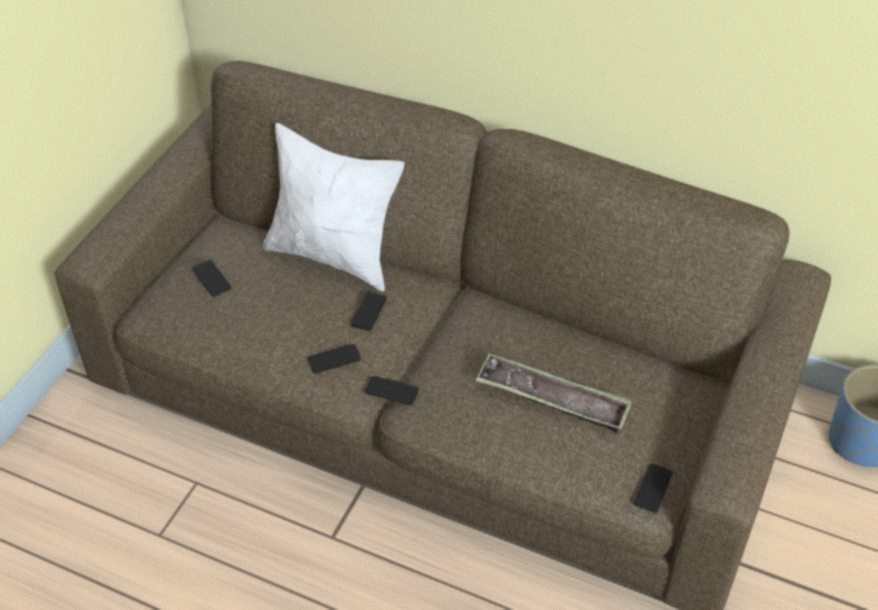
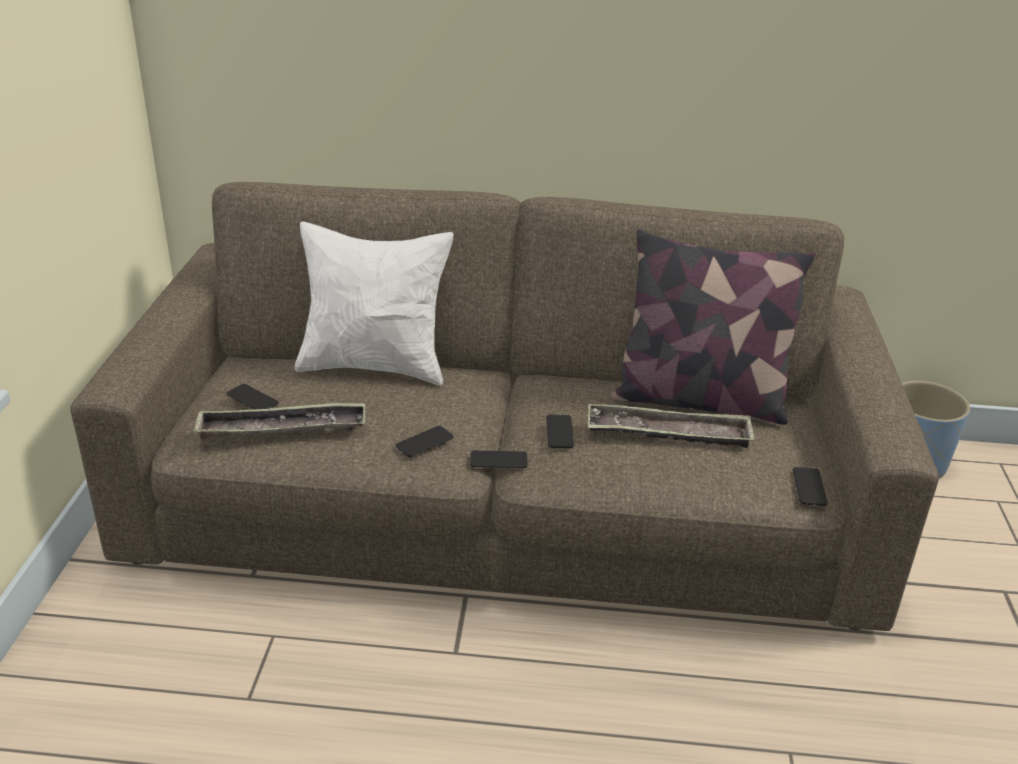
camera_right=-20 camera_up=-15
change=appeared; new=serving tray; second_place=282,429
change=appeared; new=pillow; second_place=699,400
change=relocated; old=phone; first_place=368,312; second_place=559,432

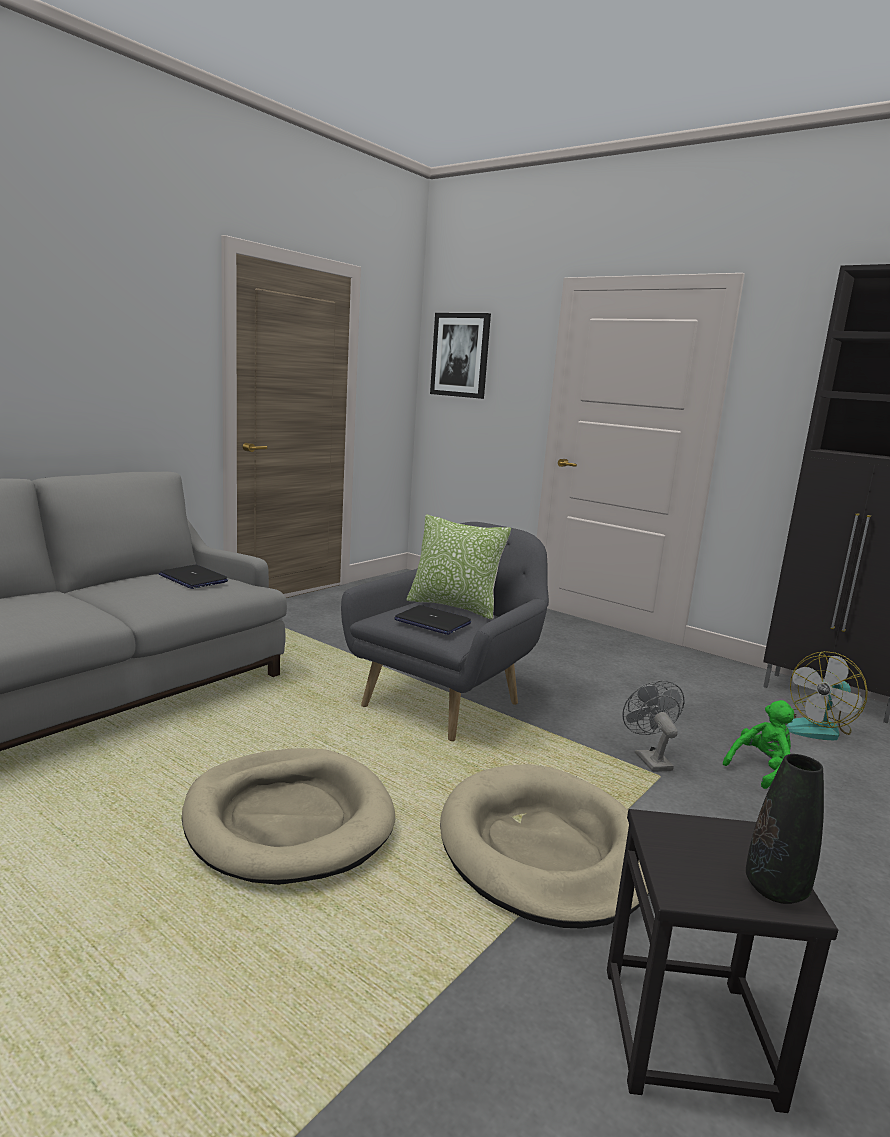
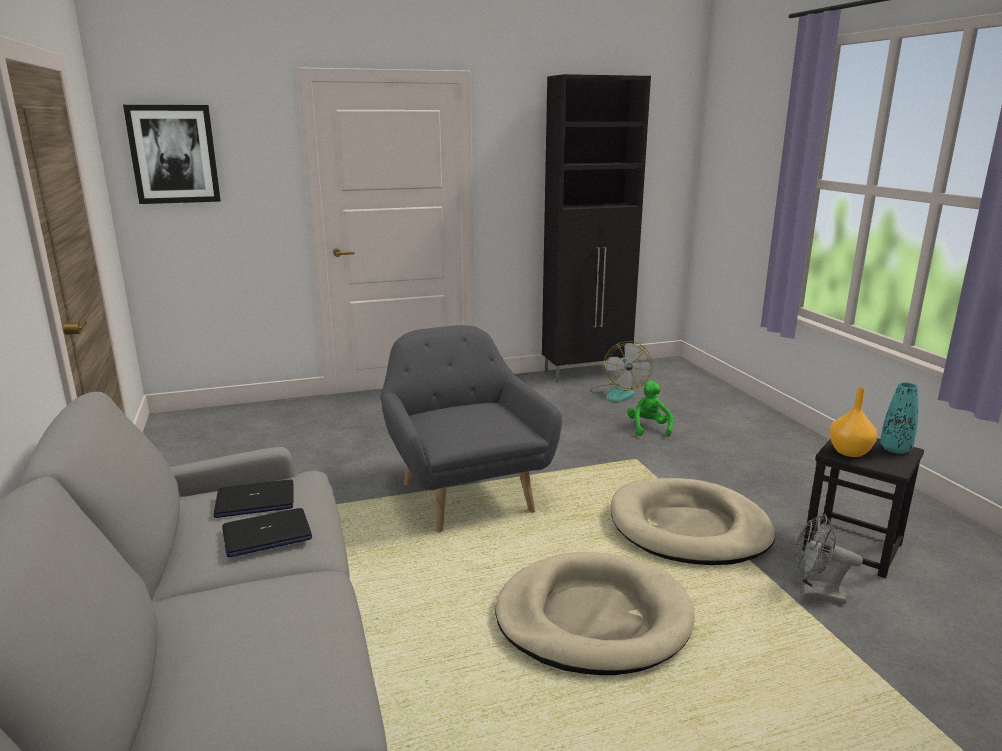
camera_right=-55 camera_up=5
change=missing; old=pillow; first_place=454,606
change=appeared; new=orange-coloured decorative vase; second_place=848,452
change=relocated; old=portable computer; first_place=432,622; second_place=266,534
change=relocated; old=greyish cooling fan; first_place=649,758; second_place=816,593
change=colour; old=black decorative vase; new=turquoise-coloured decorative vase; first_place=775,889; second_place=895,449

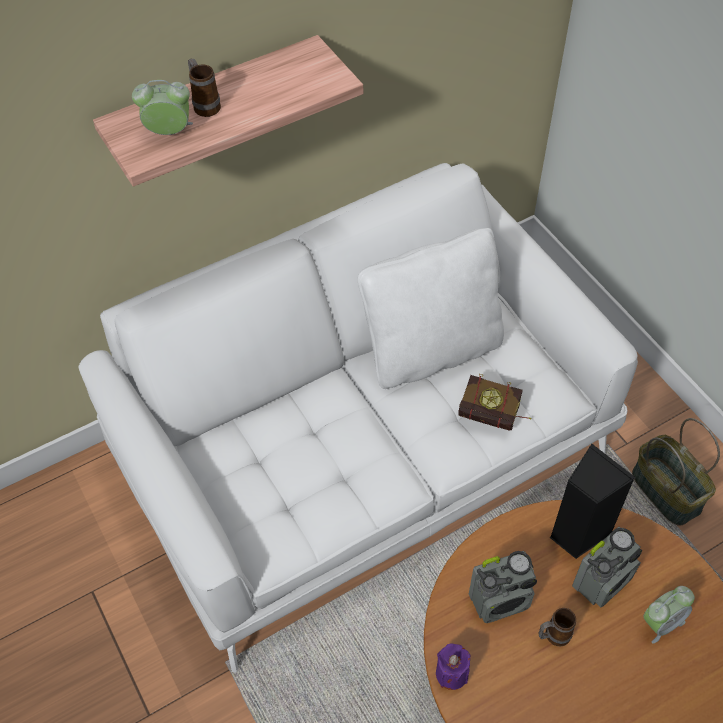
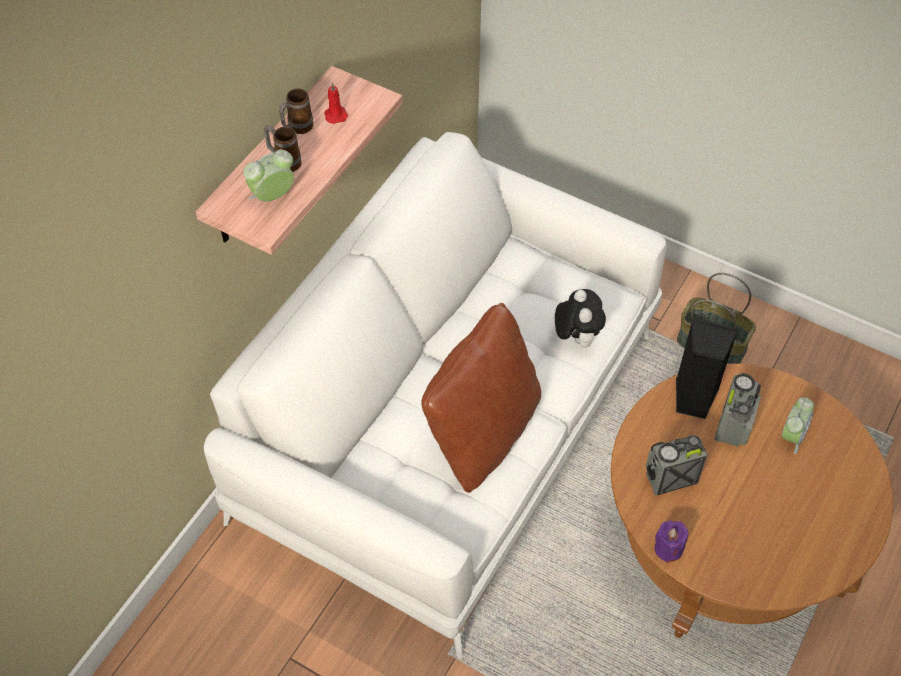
camera_right=-30 camera_up=0
change=missing; old=white pillow; first_place=431,350
change=appeared; new=reddish candle; second_place=335,114
change=appeared; new=brownish pillow; second_place=483,434
change=relocated; old=tea mug; first_place=553,636; second_place=297,129
change=exchanged; old=volume; new=cuddly toy; first_place=495,417; second_place=576,337
change=spun; old=radio set; first_place=500,600; second_place=669,477; degrees=-150

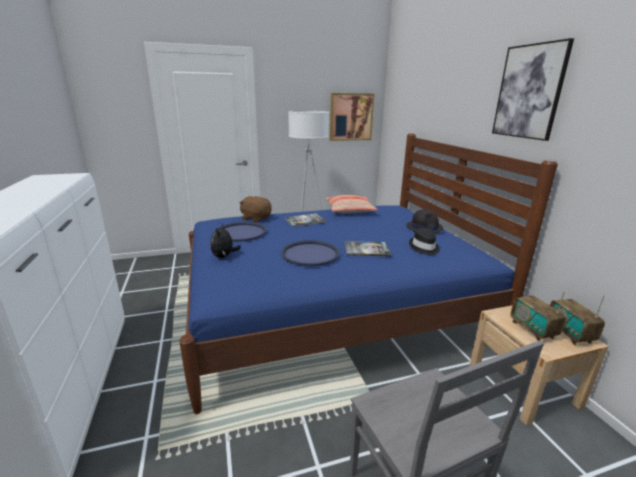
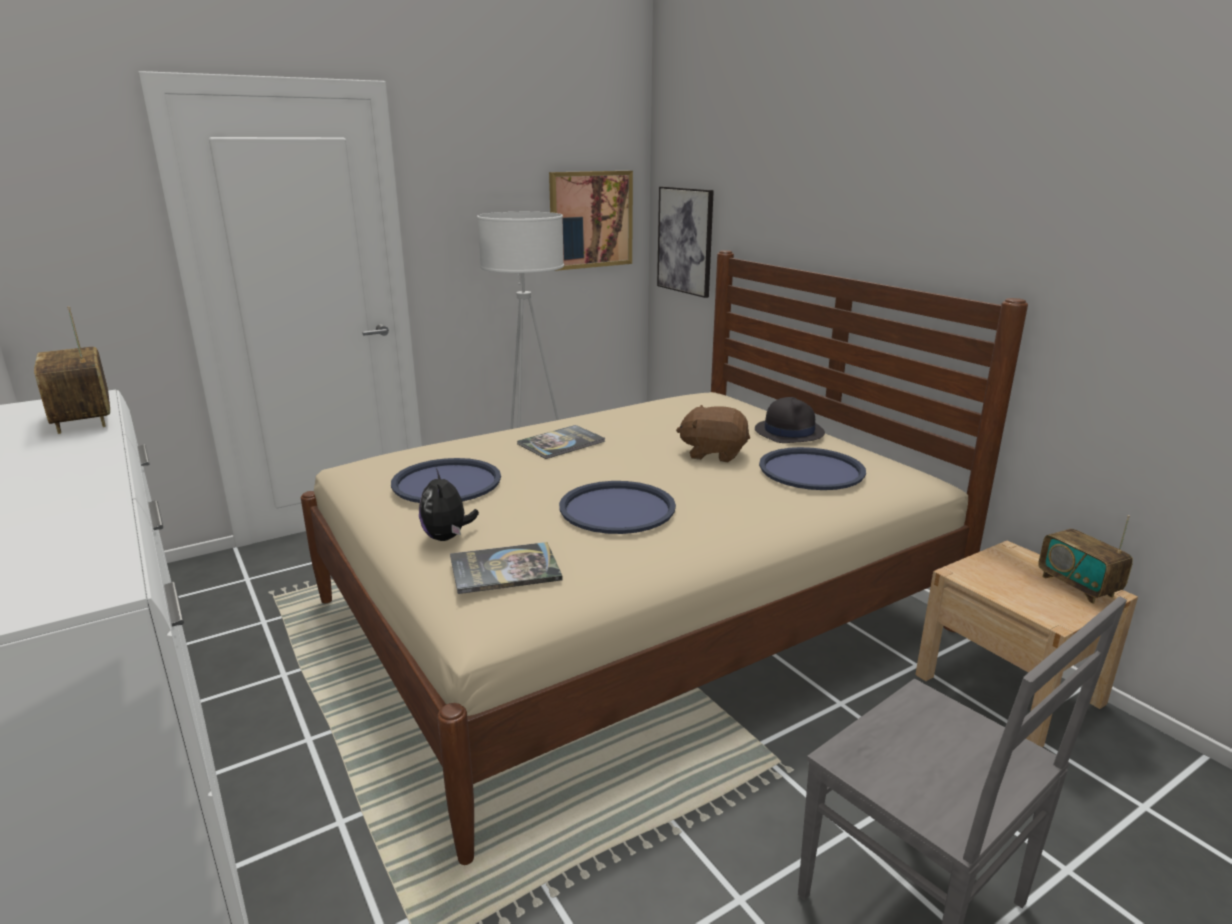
camera_right=-15 camera_up=0
change=missing; old=pillow; first_place=350,210
change=relocated; old=brownish cuddly toy; first_place=256,218; second_place=713,453
change=relocated; old=volume; first_place=366,249; second_place=505,569
change=relocated; old=wall picture; first_place=529,92; second_place=685,240
change=relocated; old=radio set; first_place=532,330; second_place=83,419
change=exchanged; old=black wearable hat; new=blue serving tray; first_place=424,247; second_place=811,470
change=colour; old=blue sleeping bed; new=beige sleeping bed; first_place=330,309; second_place=631,614

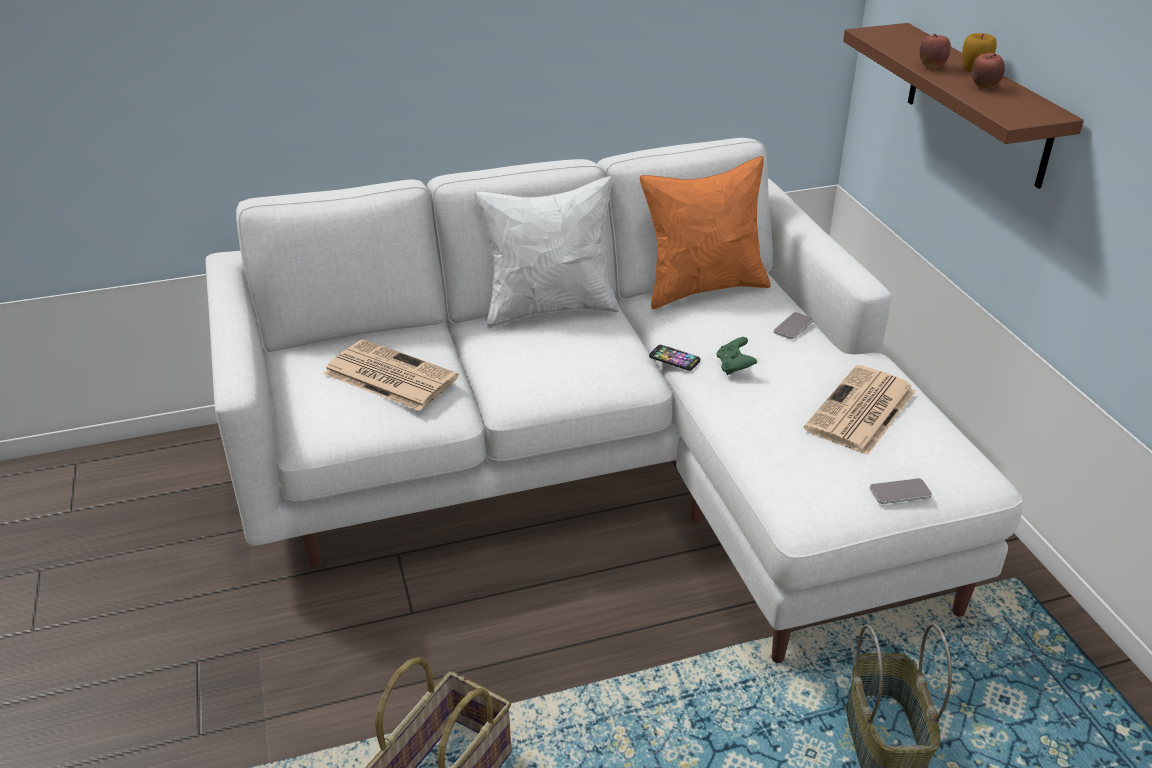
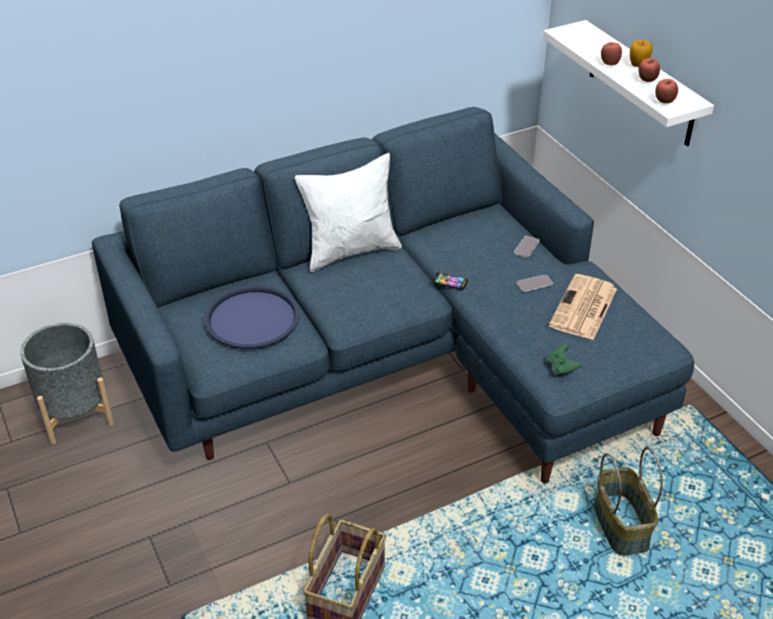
camera_right=-10 camera_up=5
change=missing; old=orange-coloured pillow; first_place=703,288
change=appeared; new=greyish plant pot; second_place=75,414
change=appeared; new=apple; second_place=664,101
change=relocated; old=green joypad; first_place=734,367; second_place=561,368
change=relocated; old=phone; first_place=900,492; second_place=534,284
change=exchanged; old=printed paper; new=blue serving tray; first_place=388,376; second_place=252,318
change=colour; old=white settee; new=blue settee; first_place=599,471; second_place=395,362
change=colour; old=brownish wall shelf; new=white wall shelf; first_place=978,104; second_place=641,84

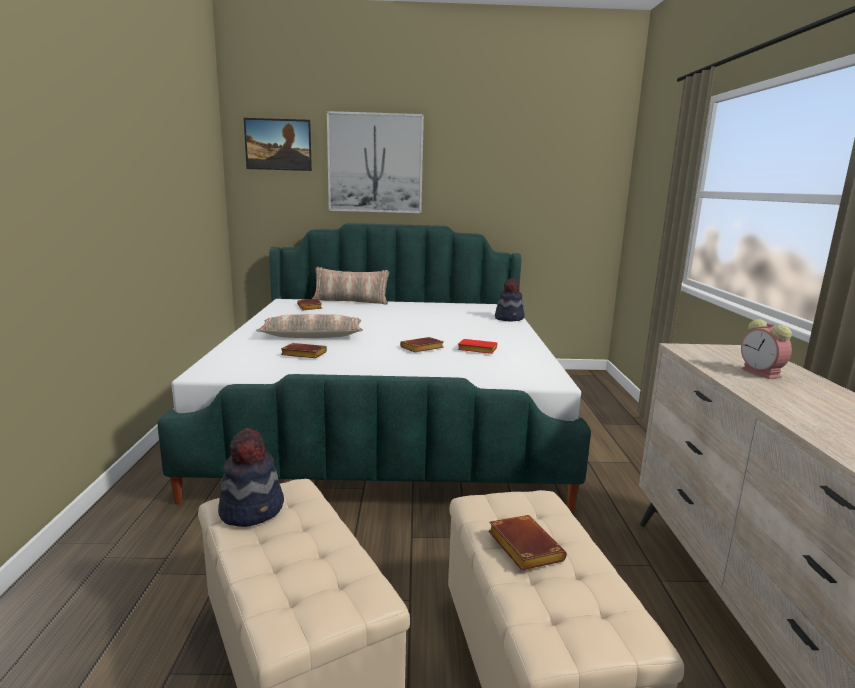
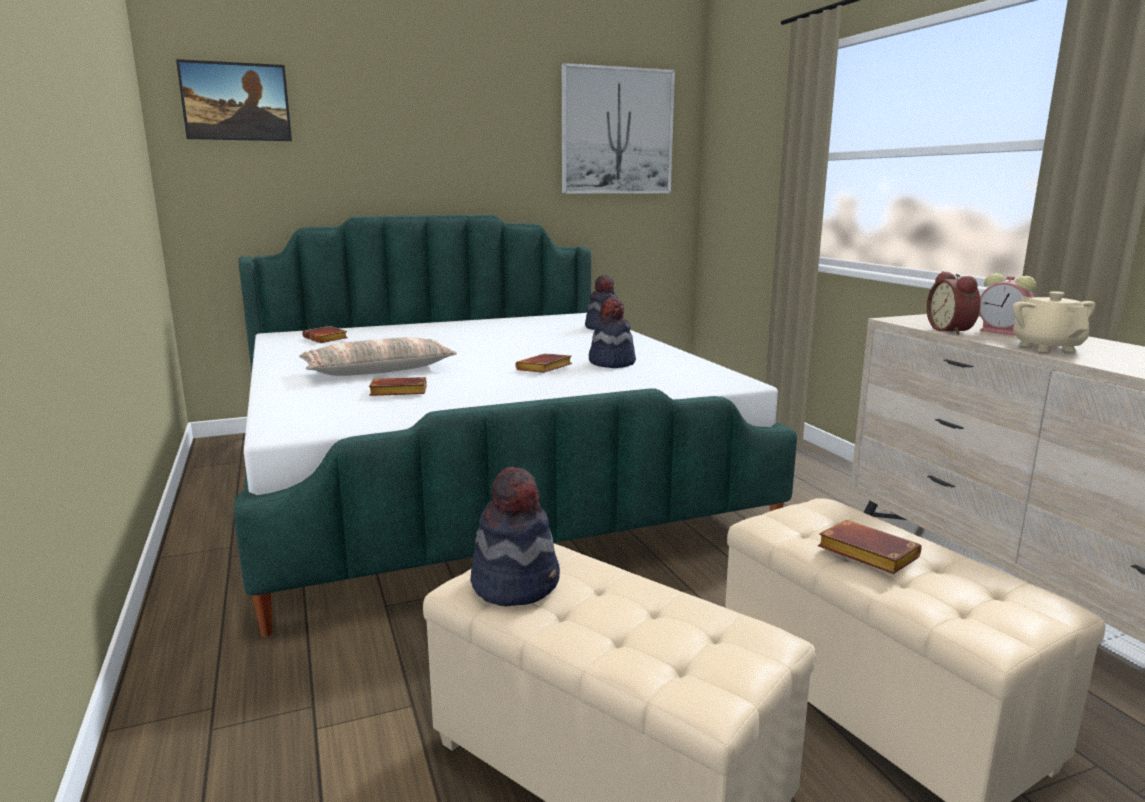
camera_right=-20 camera_up=0
change=missing; old=pillow; first_place=351,301
change=appeared; new=table clock; second_place=952,330
change=appeared; new=beige teapot; second_place=1046,347
change=relocated; old=wall picture; first_place=375,163; second_place=617,131
change=exchanged; old=reddish volume; new=wearable hat; first_place=476,350; second_place=611,363

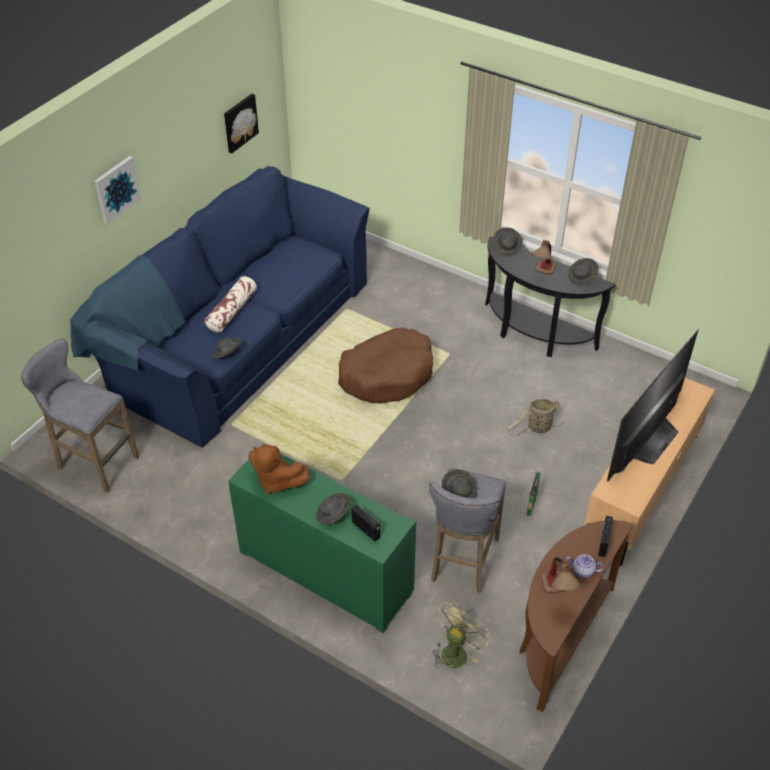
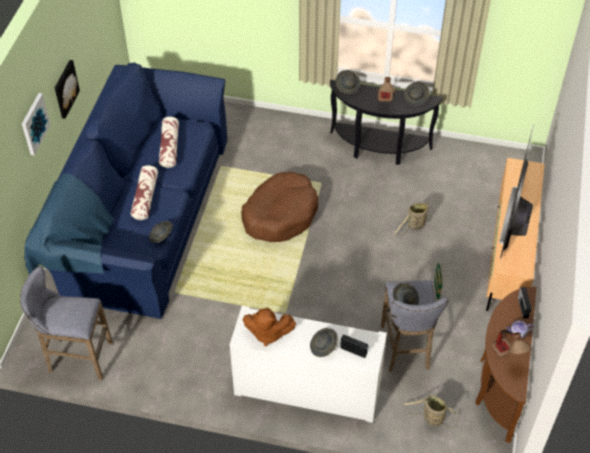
camera_right=-20 camera_up=5
change=appeared; new=pillow; second_place=169,147
change=relocated; old=wall picture; first_place=239,122; second_place=65,89
change=exchanged; old=green cooling fan; new=basket; first_place=456,651; second_place=431,418
change=colour; old=green cupboard; new=white cupboard; first_place=325,571; second_place=307,389

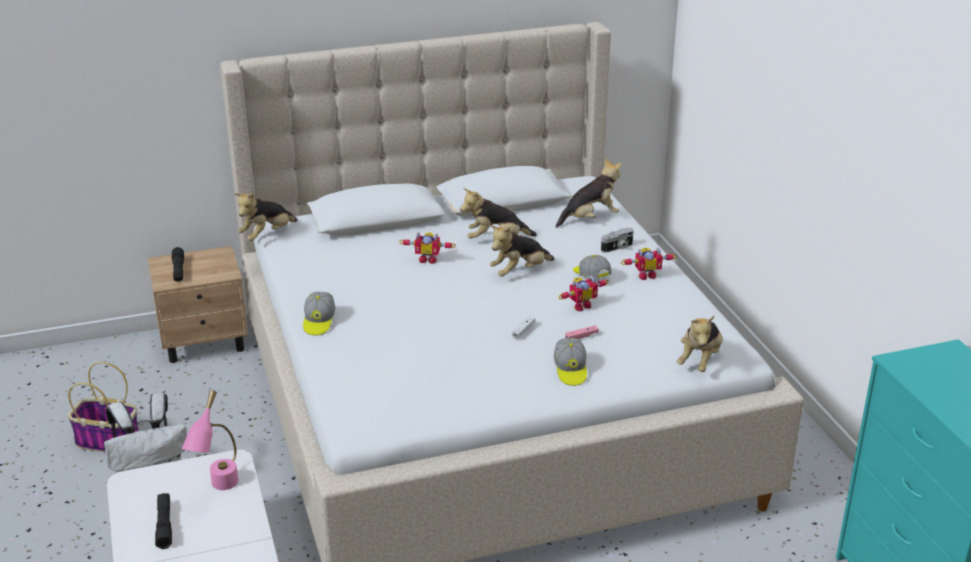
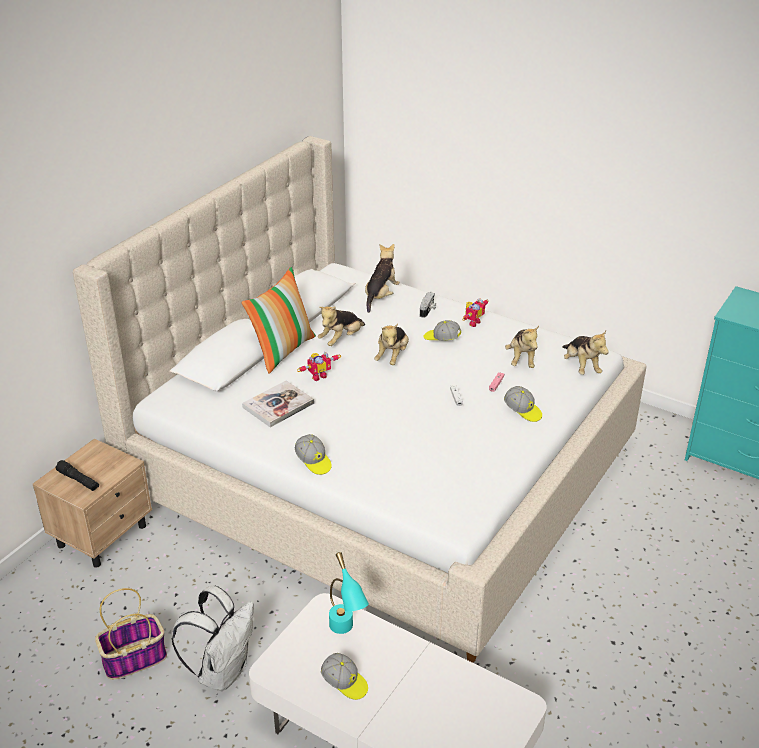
camera_right=-40 camera_up=5
change=missing; old=toy robot; first_place=580,306
change=appeared; new=pillow; second_place=282,350
change=appeared; new=volume; second_place=278,405
change=relocated; old=cuddly toy; first_place=267,235; second_place=521,359
change=exchanged; old=black hand torch; new=cap; first_place=164,525; second_place=345,683
change=colour; old=pink table lamp; new=turquoise-coloured table lamp; first_place=219,490; second_place=345,633

